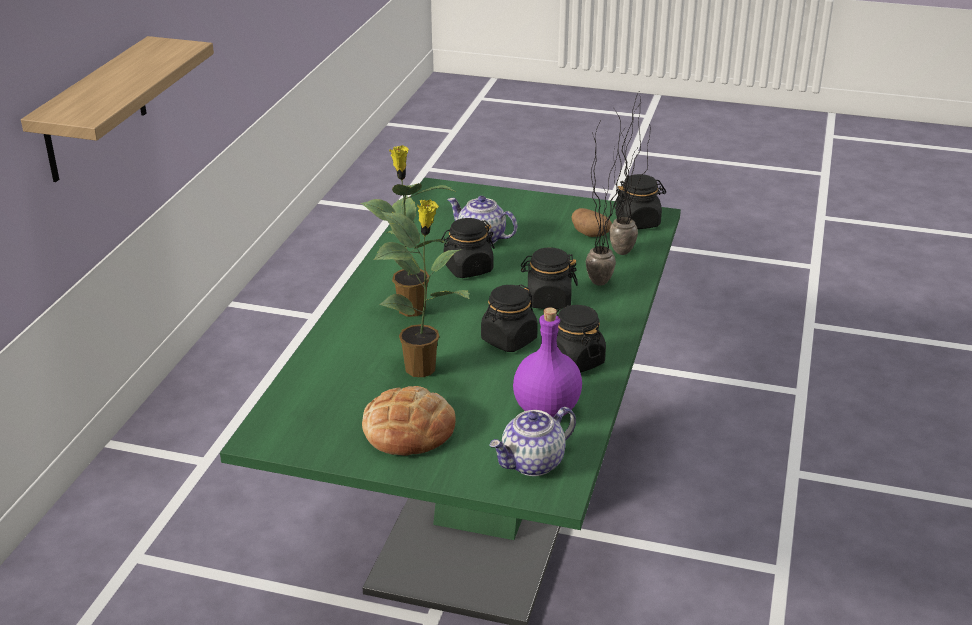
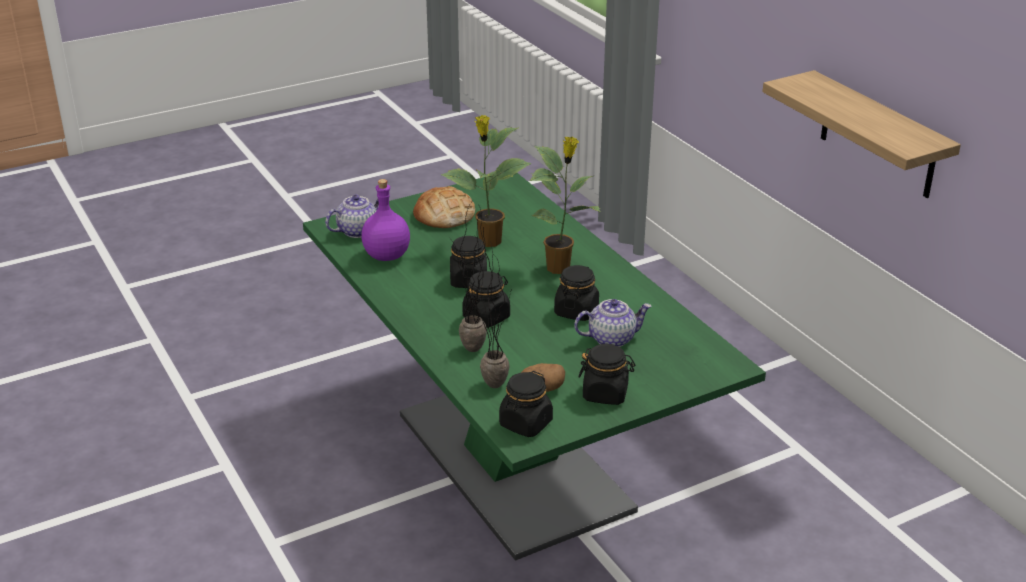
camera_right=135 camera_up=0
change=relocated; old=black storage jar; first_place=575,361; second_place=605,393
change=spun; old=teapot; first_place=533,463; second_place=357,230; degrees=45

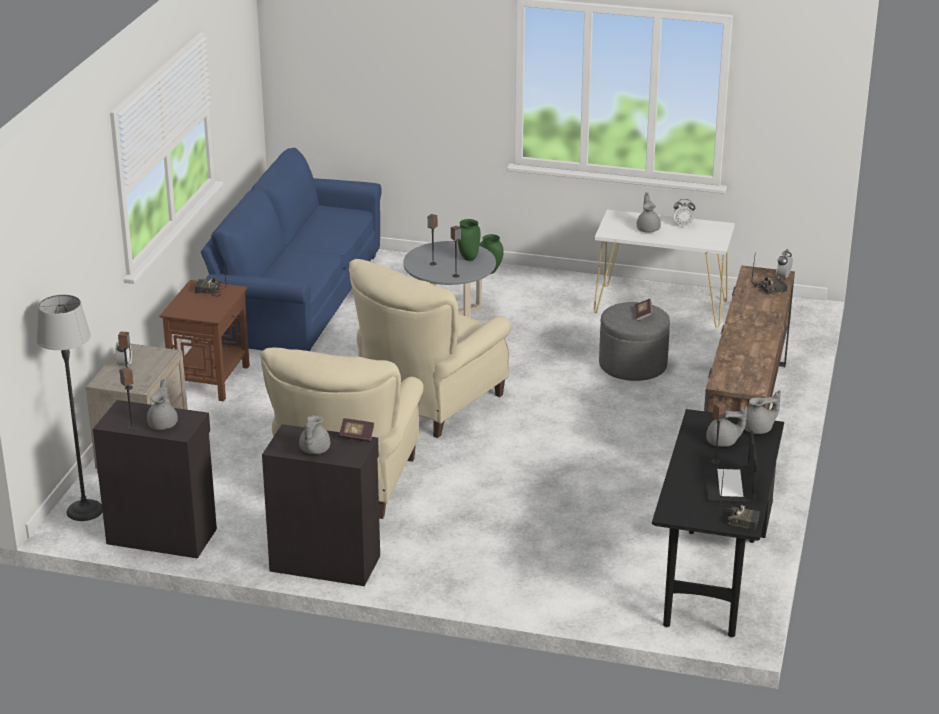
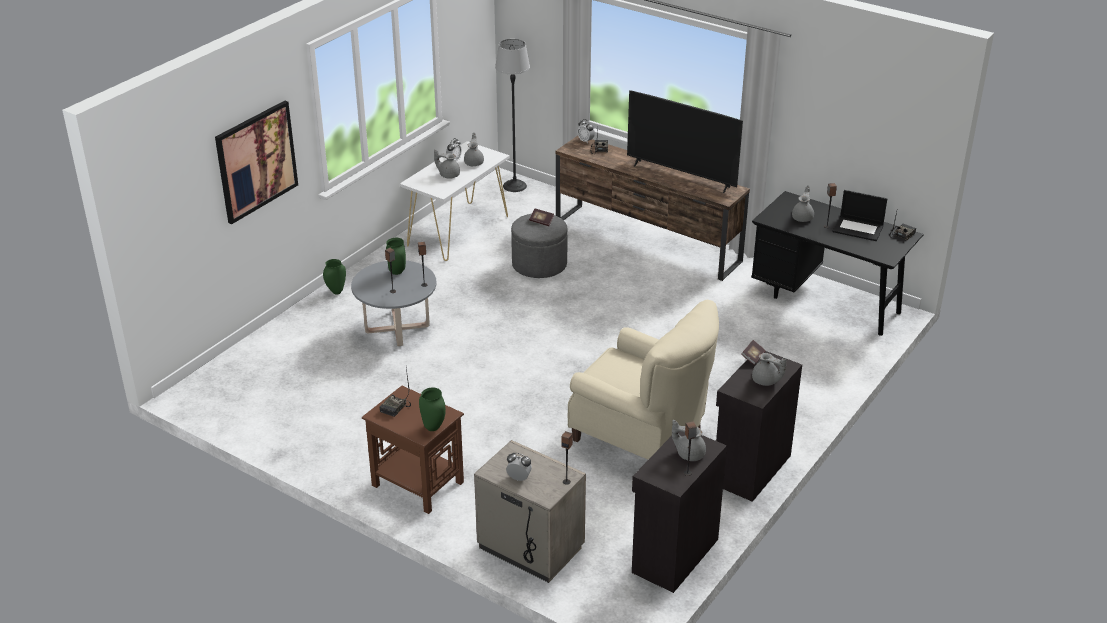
camera_right=-70 camera_up=5
change=missing; old=blue settee; first_place=296,300
change=missing; old=beige lounge chair; first_place=429,404
change=appeared; new=wall picture; second_place=256,161
change=appeared; new=green decorative vase; second_place=434,427
change=appeared; new=television; second_place=681,176
change=relocated; old=standard lamp; first_place=84,510; second_place=514,186
change=relocated; old=greyish teapot; first_place=758,429; second_place=474,162

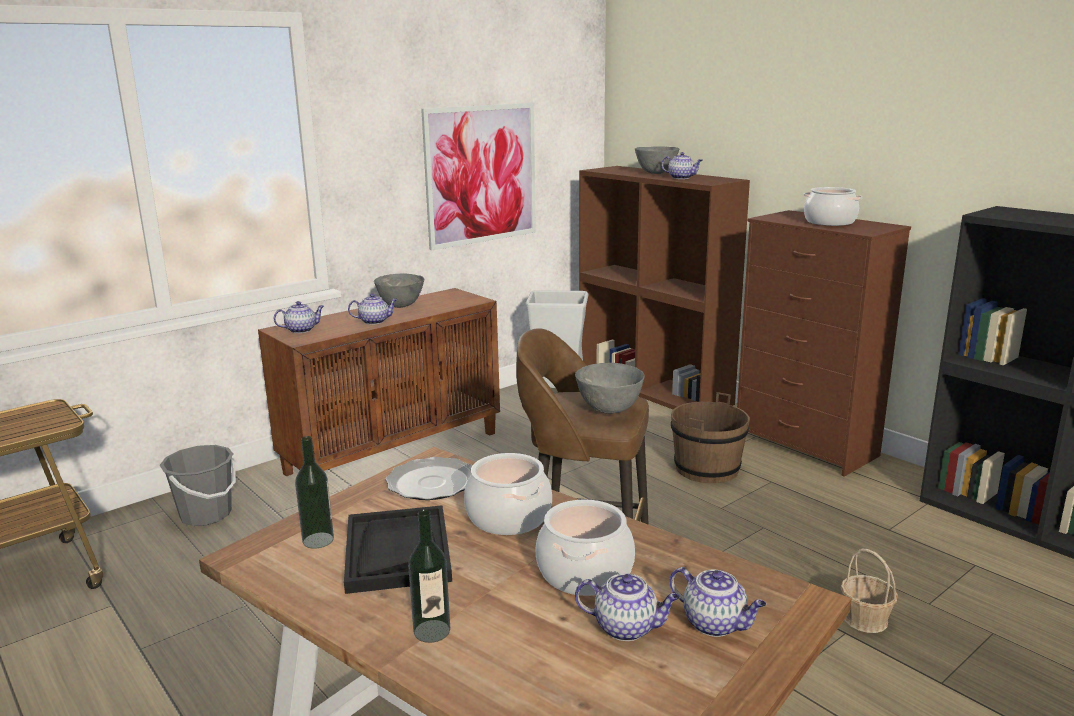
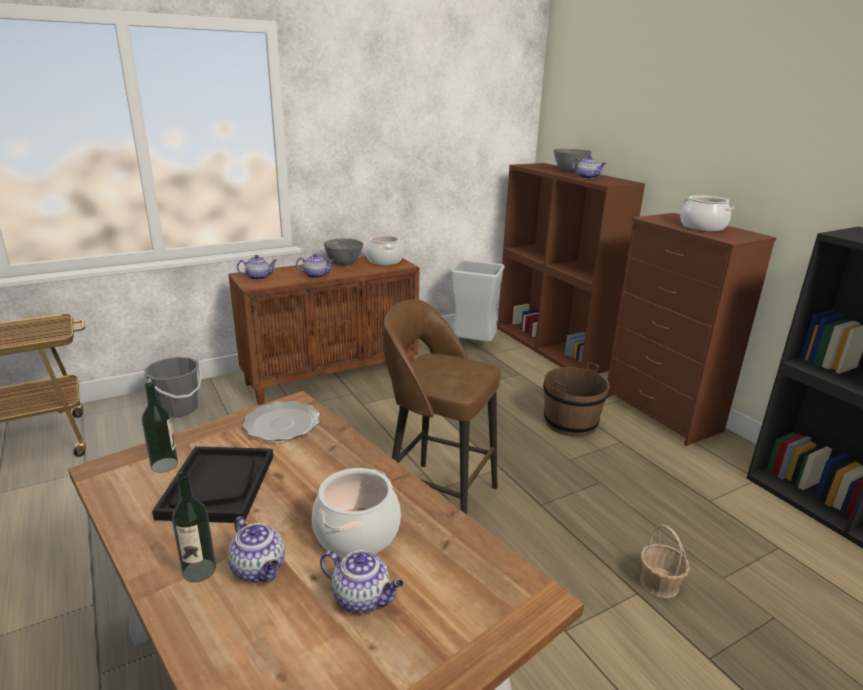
camera_right=10 camera_up=5
change=missing; old=wall picture; first_place=481,174
change=missing; old=greyish serving bowl; first_place=609,409
change=relocated; old=cooking pot; first_place=509,517; second_place=385,261
change=relocated; old=teapot; first_place=715,624; second_place=260,569

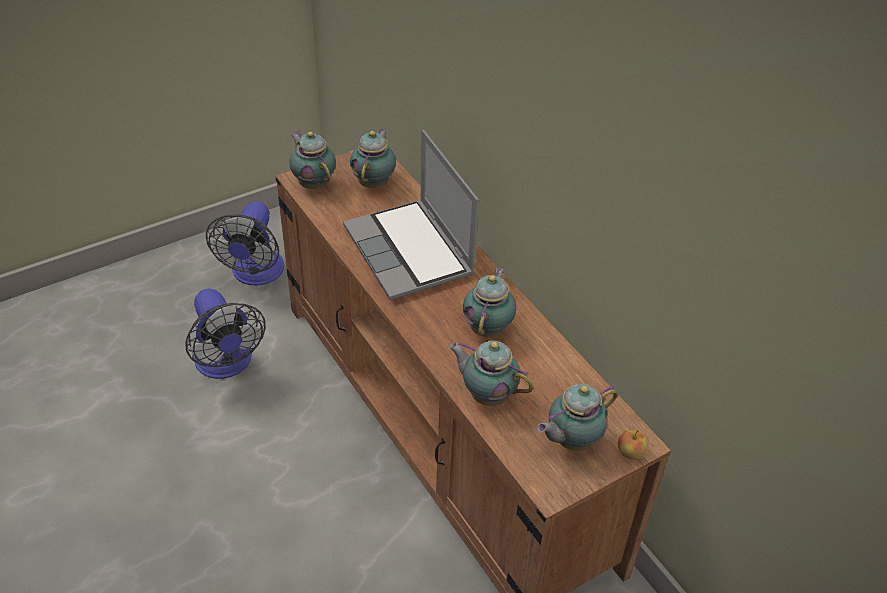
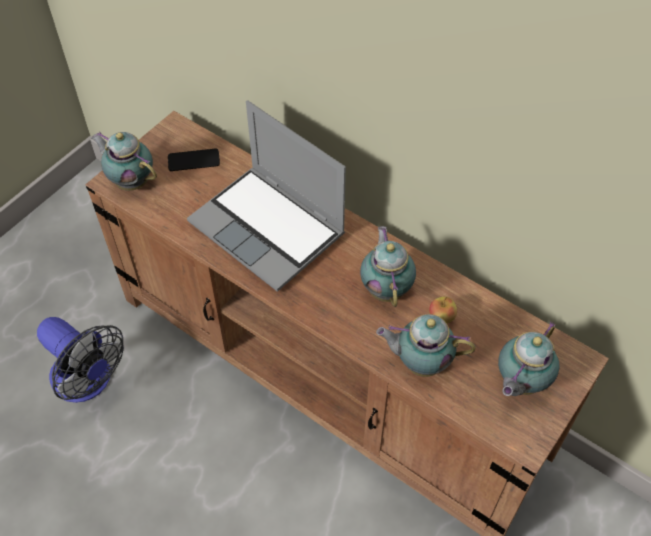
camera_right=-20 camera_up=10
change=missing; old=cooling fan; first_place=255,274
change=relocated; old=apple; first_place=630,453; second_place=441,317
change=exchanged; old=teapot; new=phone; first_place=374,183; second_place=193,160

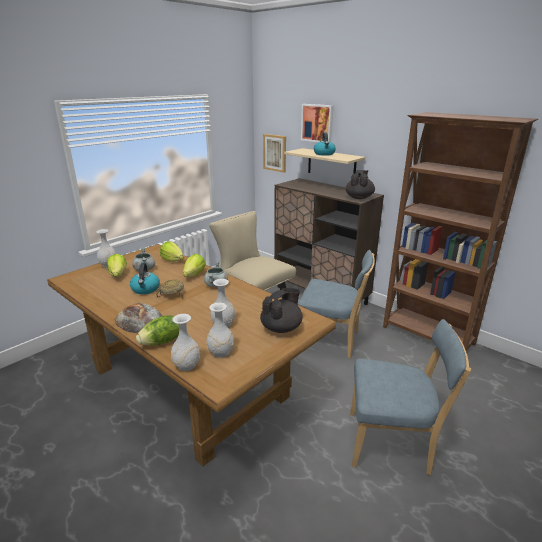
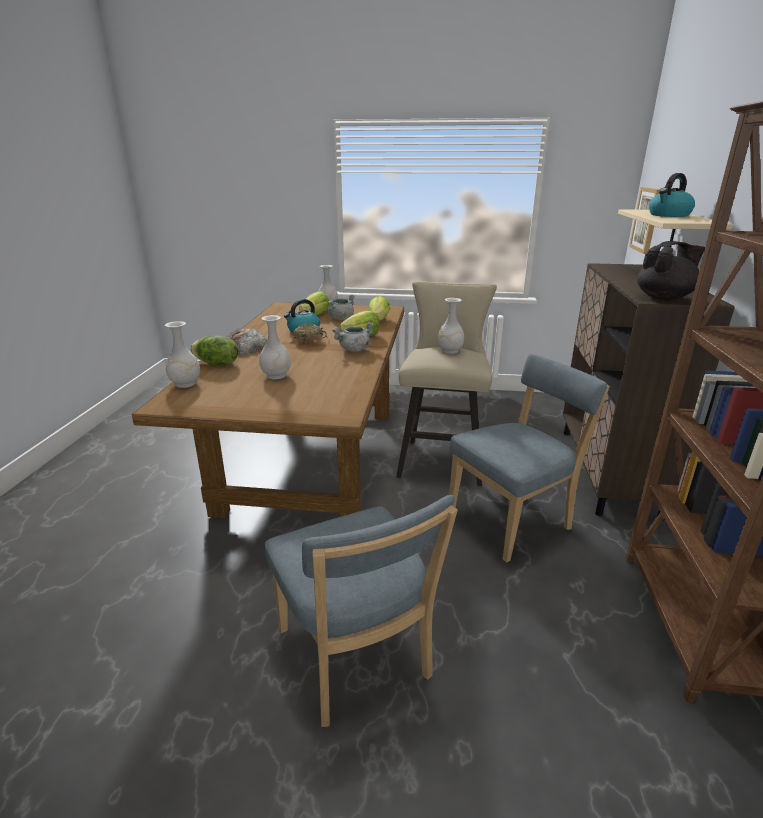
camera_right=55 camera_up=0
change=missing; old=black teapot; first_place=281,328
change=missing; old=wall picture; first_place=317,123
change=relocated; old=white decorative vase; first_place=220,352; second_place=449,351
change=spun; old=blue chair; first_place=332,340; second_place=513,520; degrees=-105

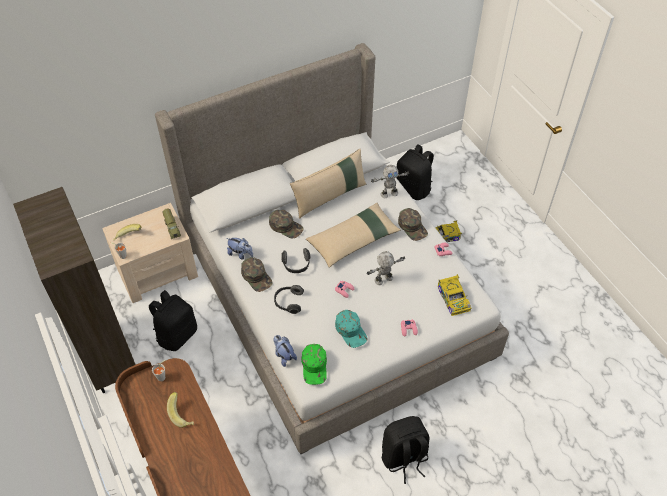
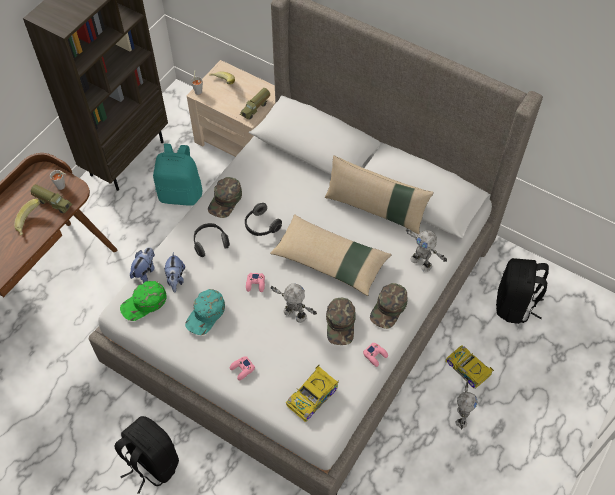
camera_right=60 camera_up=5
change=appeared; new=model truck; second_place=53,202
change=appeared; new=toy robot; second_place=460,417
change=relocated; old=cuddly toy; first_place=240,254; second_place=175,279
change=relocated; old=green cap; first_place=286,226; second_place=341,324
change=colour; old=black backpack; new=turquoise-coloured backpack; first_place=177,334; second_place=181,194

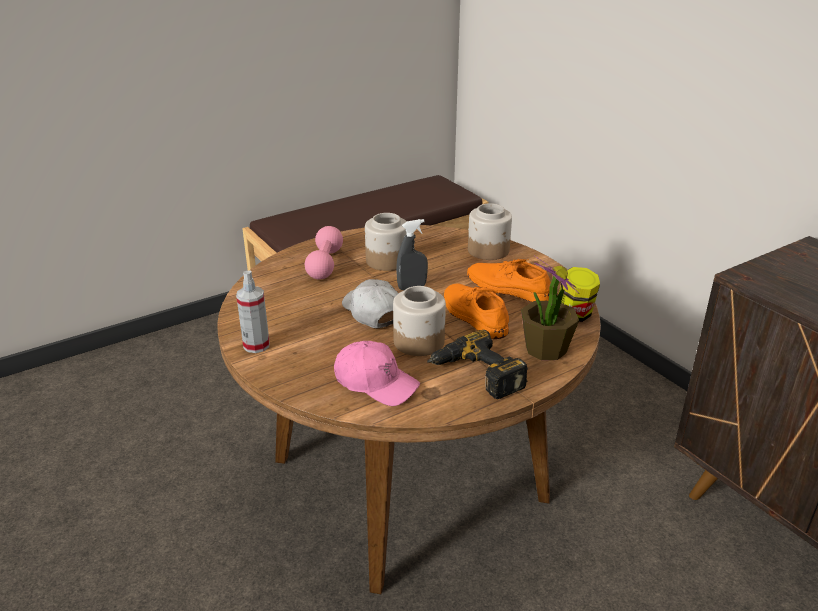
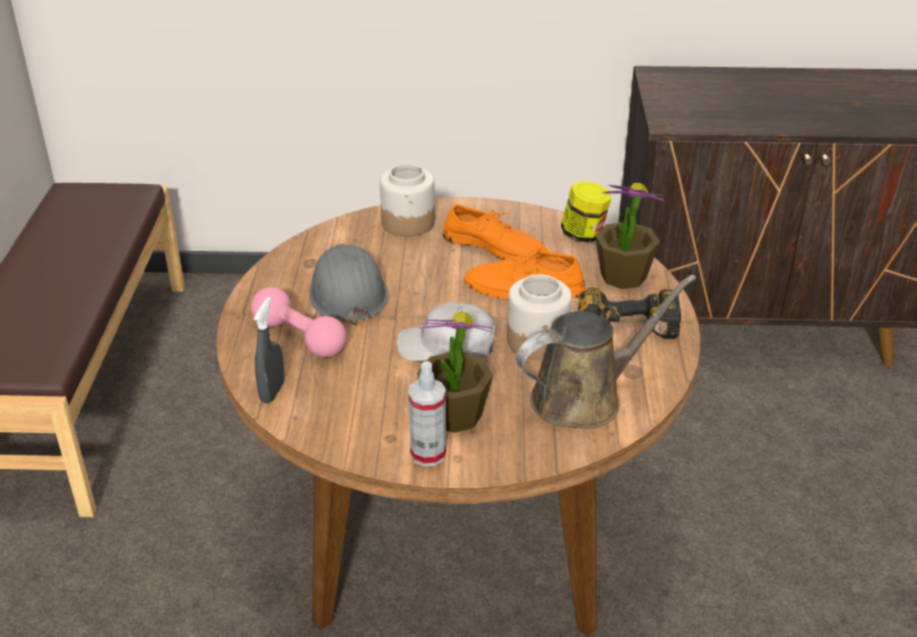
camera_right=-55 camera_up=5
change=appeared; new=plant in a pot; second_place=454,415
change=relocated; old=greyish sprayer; first_place=412,287; second_place=272,392
change=exchanged; old=pink cap; new=brownish watering pot; first_place=375,383; second_place=584,397
change=exchanged; old=storage jar; new=greyish work helmet; first_place=386,261; second_place=347,293
change=spun; old=orange-coloured item of footwear; first_place=507,288; second_place=495,246; degrees=-135

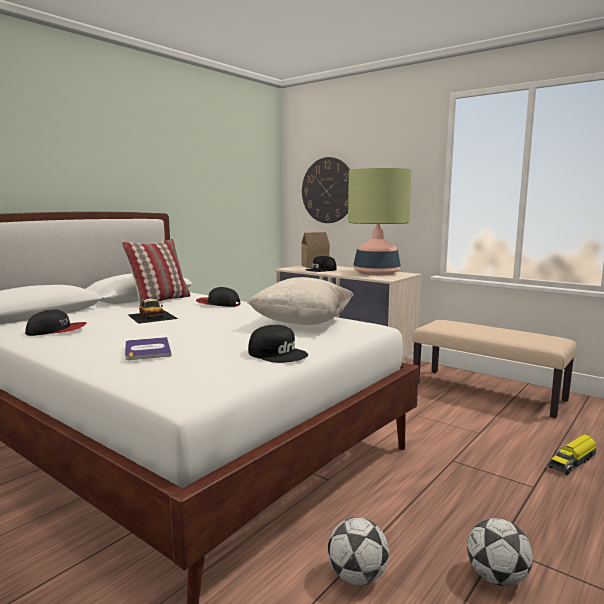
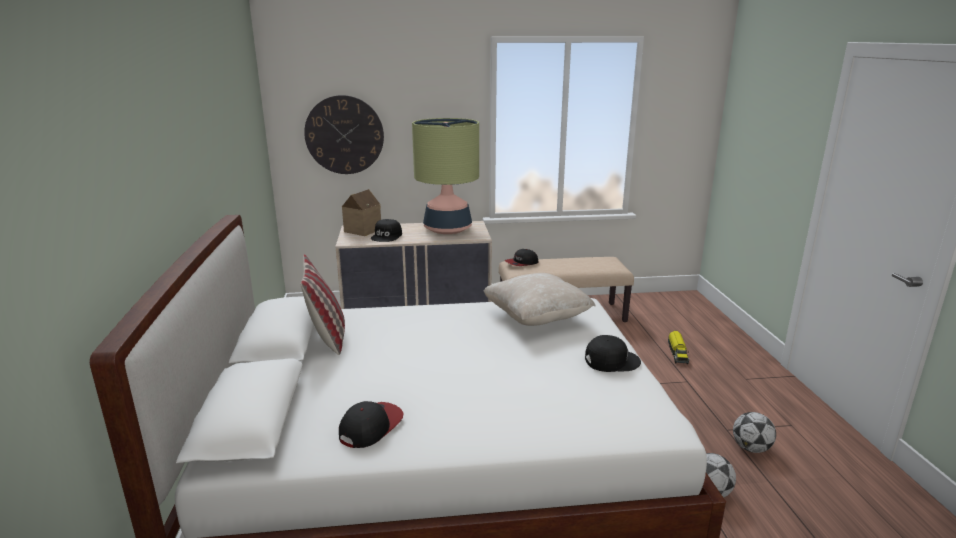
camera_right=-45 camera_up=10
change=missing; old=volume; first_place=147,349
change=missing; old=model car; first_place=152,316
change=relocated; old=cap; first_place=218,304; second_place=521,263

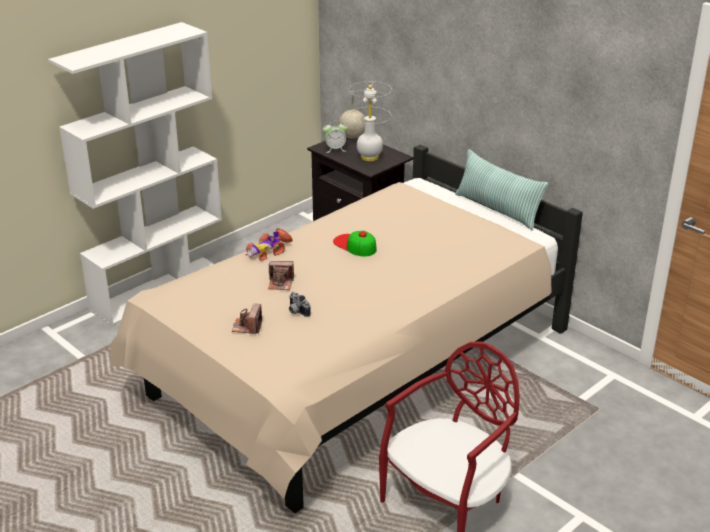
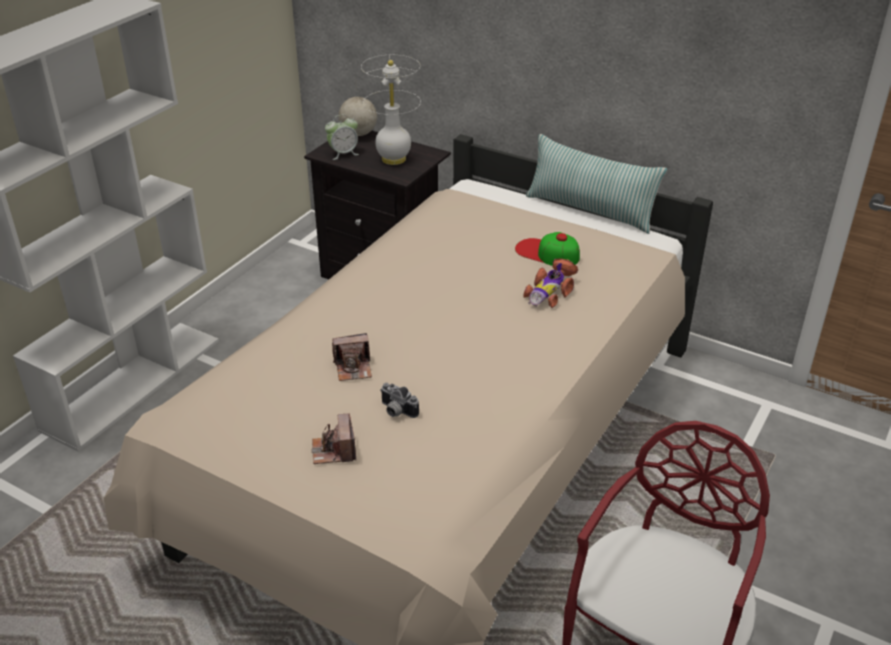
camera_right=-15 camera_up=5
change=relocated; old=model car; first_place=268,251; second_place=550,292
change=relocated; old=cap; first_place=355,245; second_place=547,253

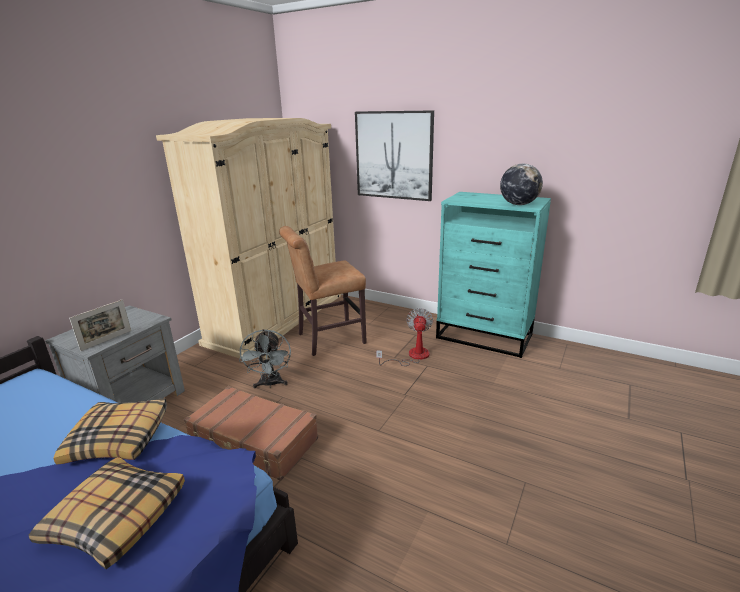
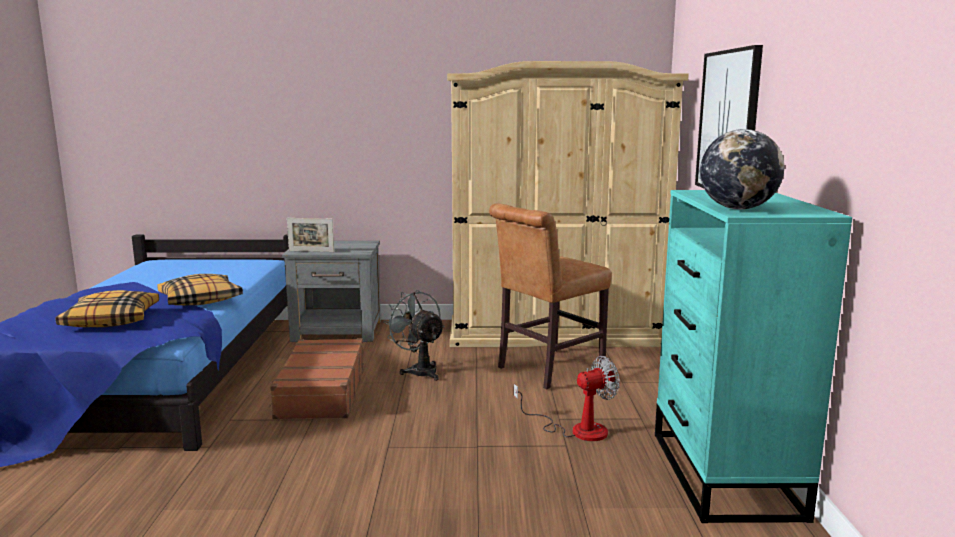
camera_right=60 camera_up=-10
change=spun; old=greyish cooling fan; first_place=270,384; second_place=419,370; degrees=90
change=spun; old=brownish chair; first_place=327,339; second_place=546,370; degrees=-75

